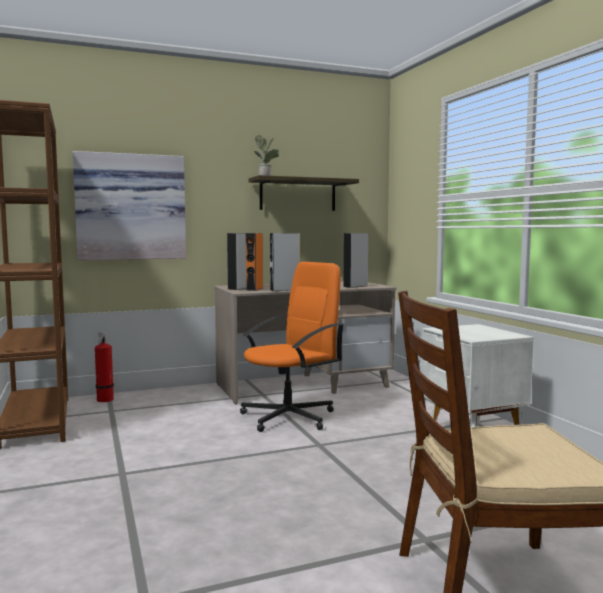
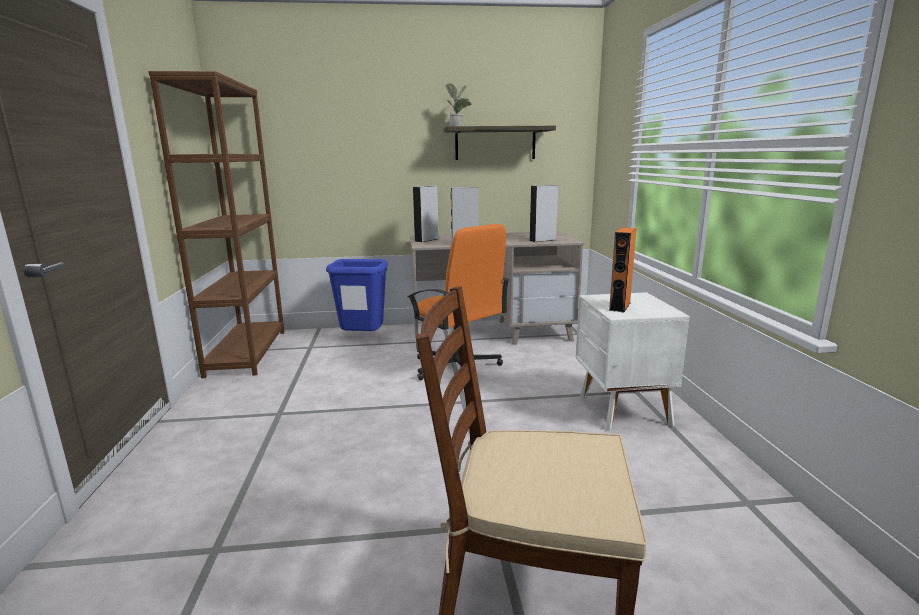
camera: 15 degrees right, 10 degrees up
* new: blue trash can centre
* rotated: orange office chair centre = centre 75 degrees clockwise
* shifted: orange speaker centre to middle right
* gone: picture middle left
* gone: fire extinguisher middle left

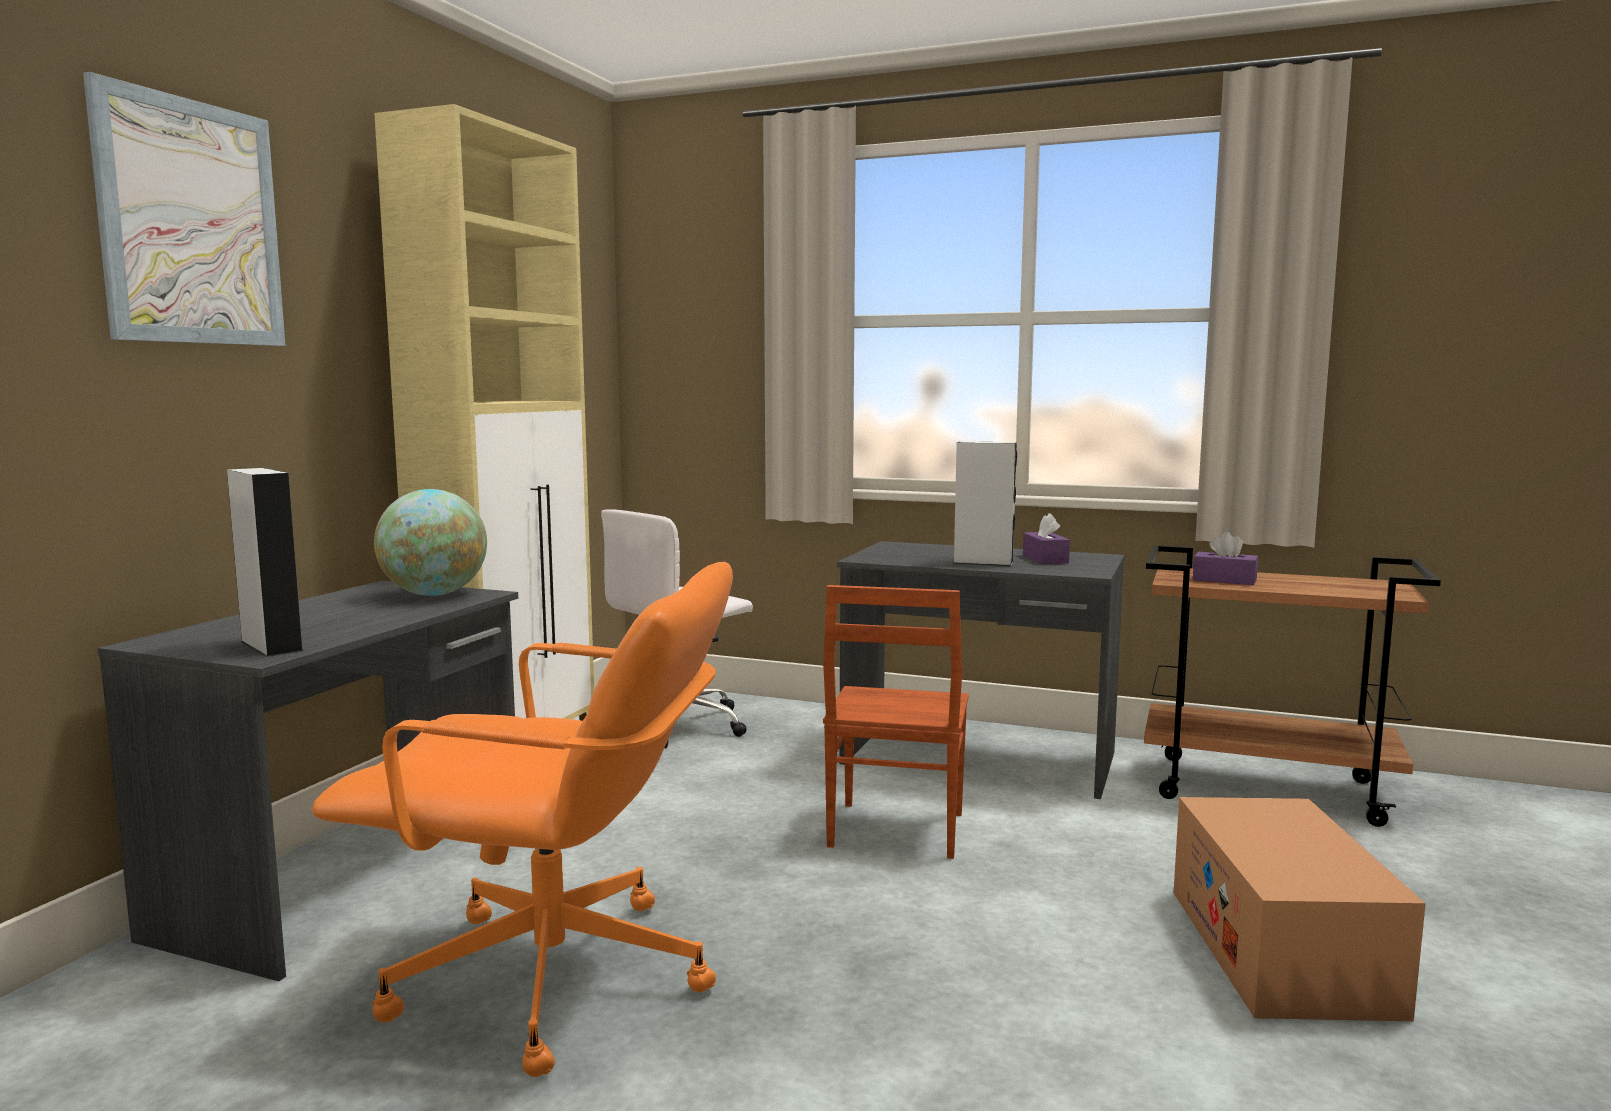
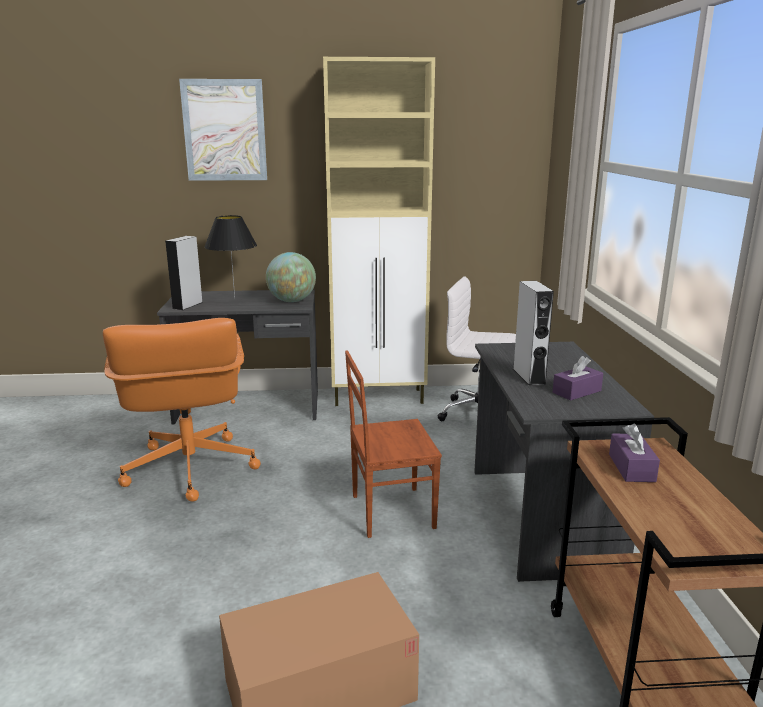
camera: 65 degrees right, 10 degrees up
* new: black table lamp middle left

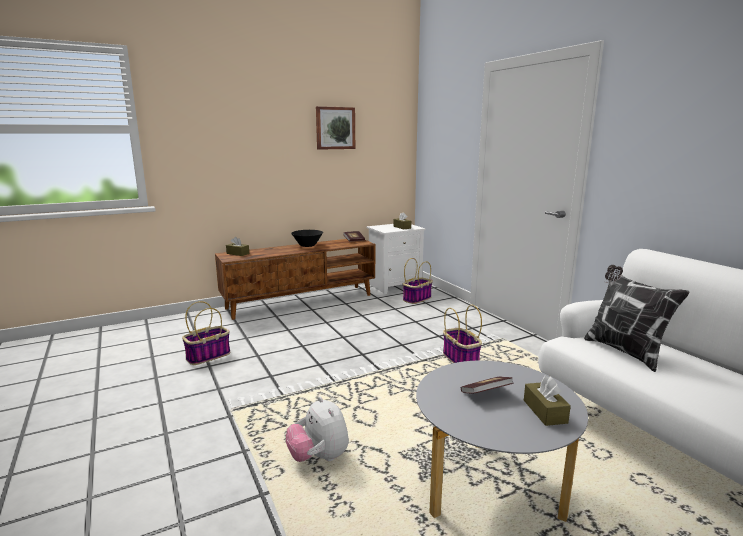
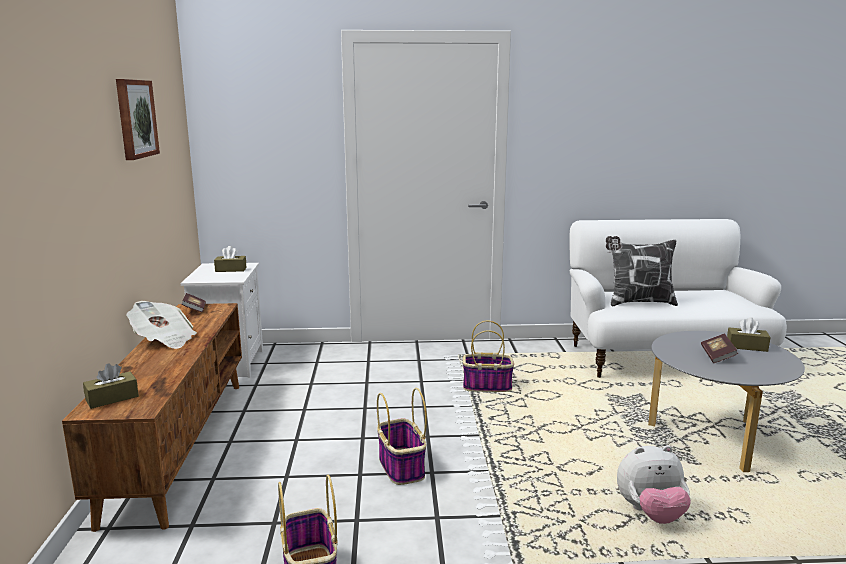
camera: 65 degrees left, 0 degrees up
* swapped: black bowl centre to newspaper middle left
* shifted: basket (no. 2 from left) centre to bottom centre

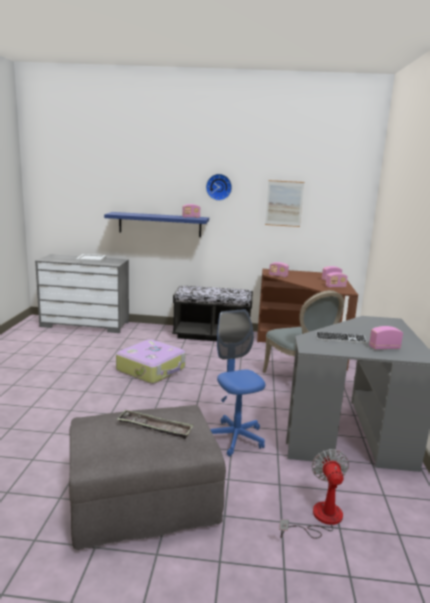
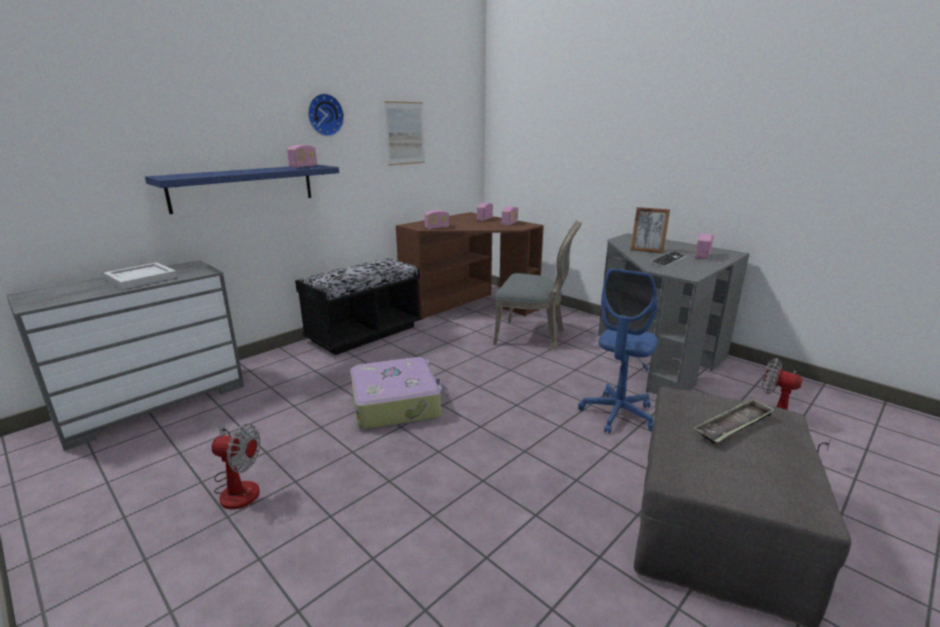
camera: 50 degrees left, 5 degrees up
* new: fan (no. 1 from left) bottom left
* rotated: blue office chair centre = centre 75 degrees counterclockwise
* new: picture frame middle right

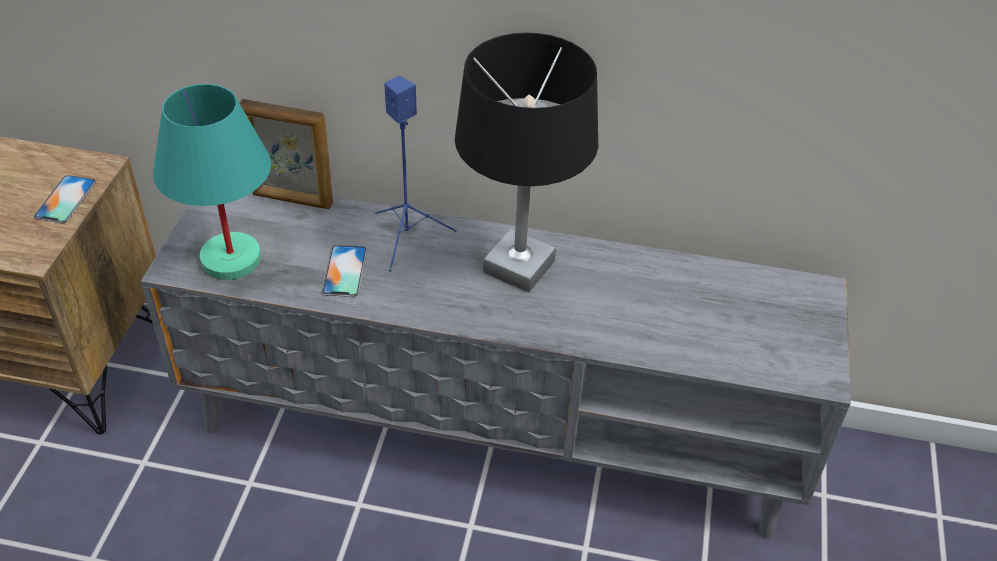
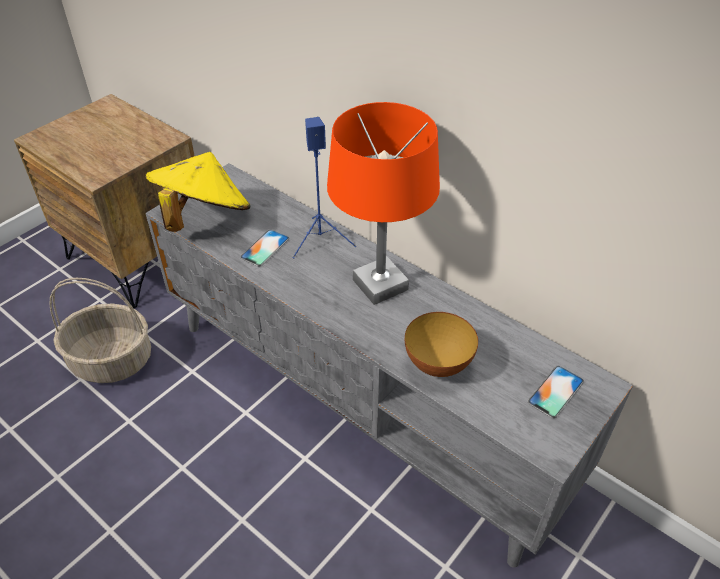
camera: 30 degrees right, 0 degrees up
* new: basket middle left
* swapped: turquoise table lamp top left to yellow hat top left
* repainted: black table lamp top centre to orange table lamp centre
* new: bowl centre
* shifted: phone (no. 1 from left in the first image) middle left to phone (no. 2 from left) bottom right
* gone: picture frame top left

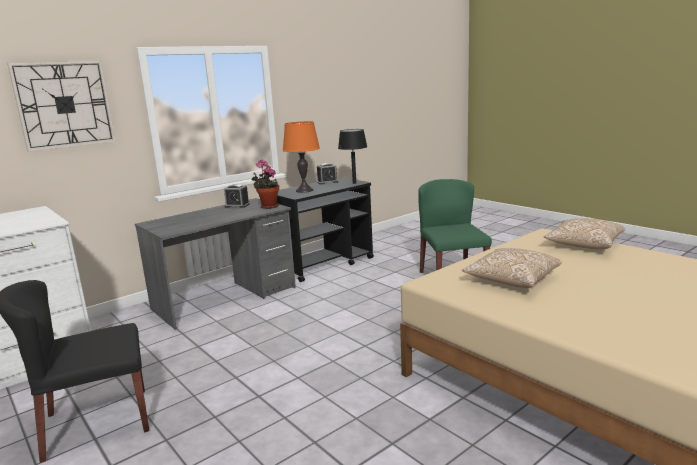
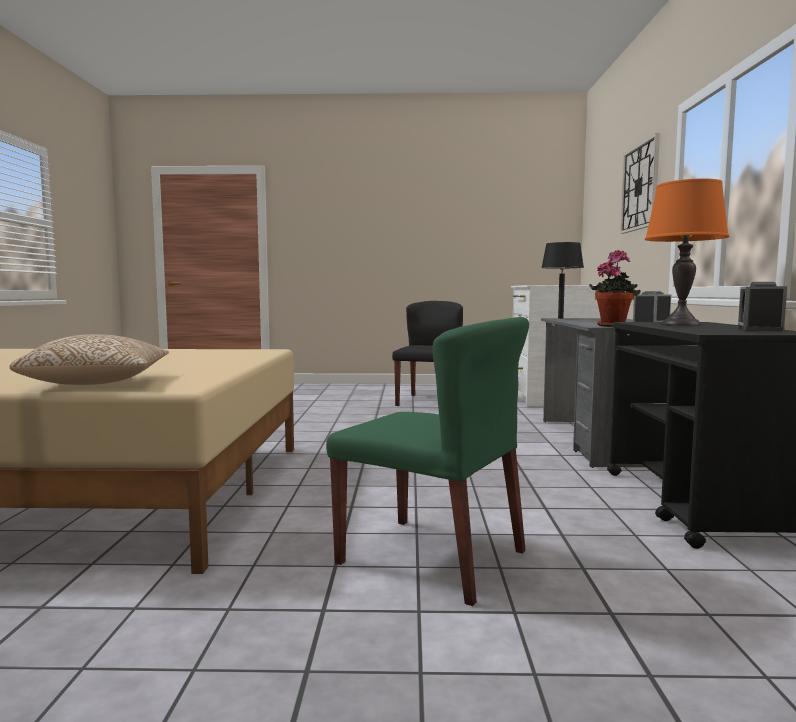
camera: 130 degrees right, 10 degrees down
* shifted: black table lamp centre to middle right
* gone: pillow (no. 1 from left) middle right

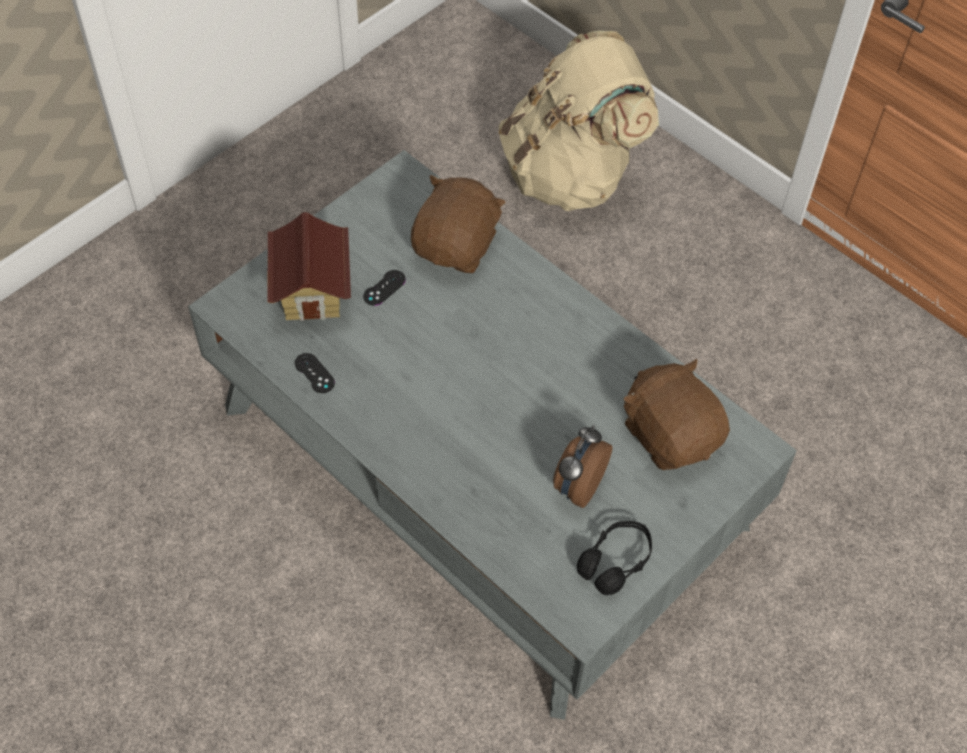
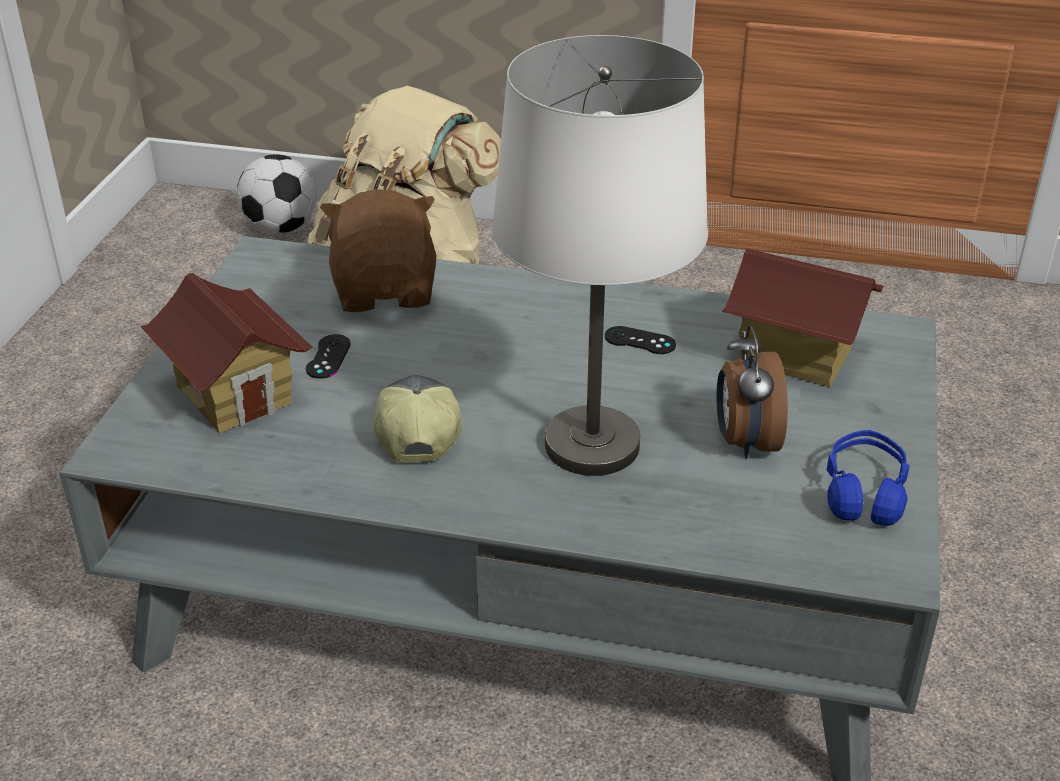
camera: 30 degrees left, 20 degrees down
* new: football top left
* new: cap centre
* new: white table lamp top centre
* shifted: black game controller (no. 1 from left in the first image) middle left to black game controller (no. 2 from left) centre
* swapped: brown plush toy (no. 2 from left) middle right to toy house (no. 2 from left) middle right
* repainted: black headphones bottom centre to blue headphones middle right

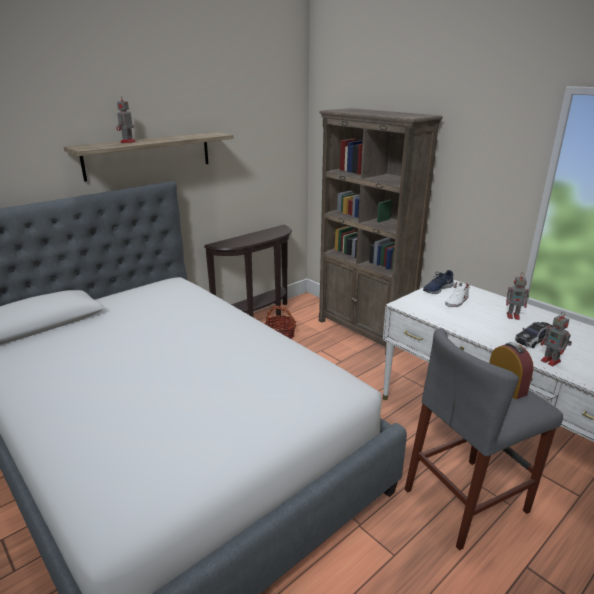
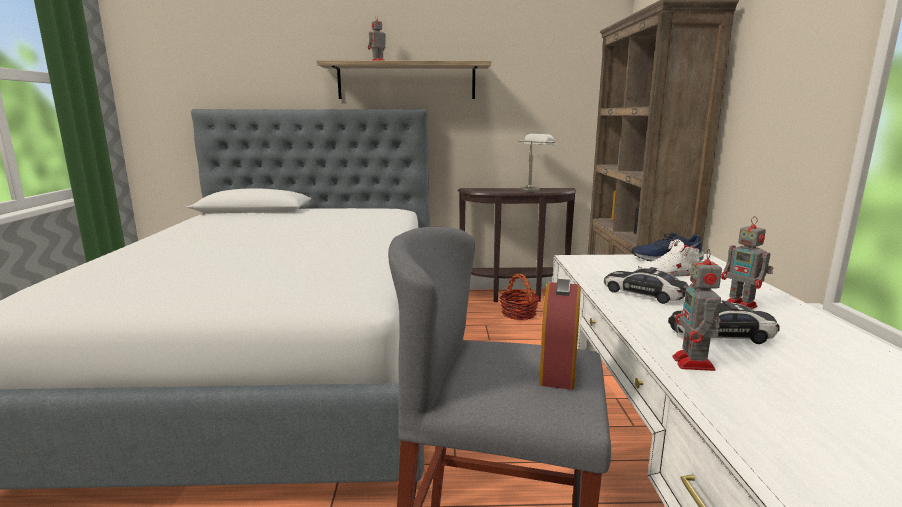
camera: 40 degrees right, 10 degrees down
* new: grey table lamp top centre
* new: toy car (no. 1 from left) middle right

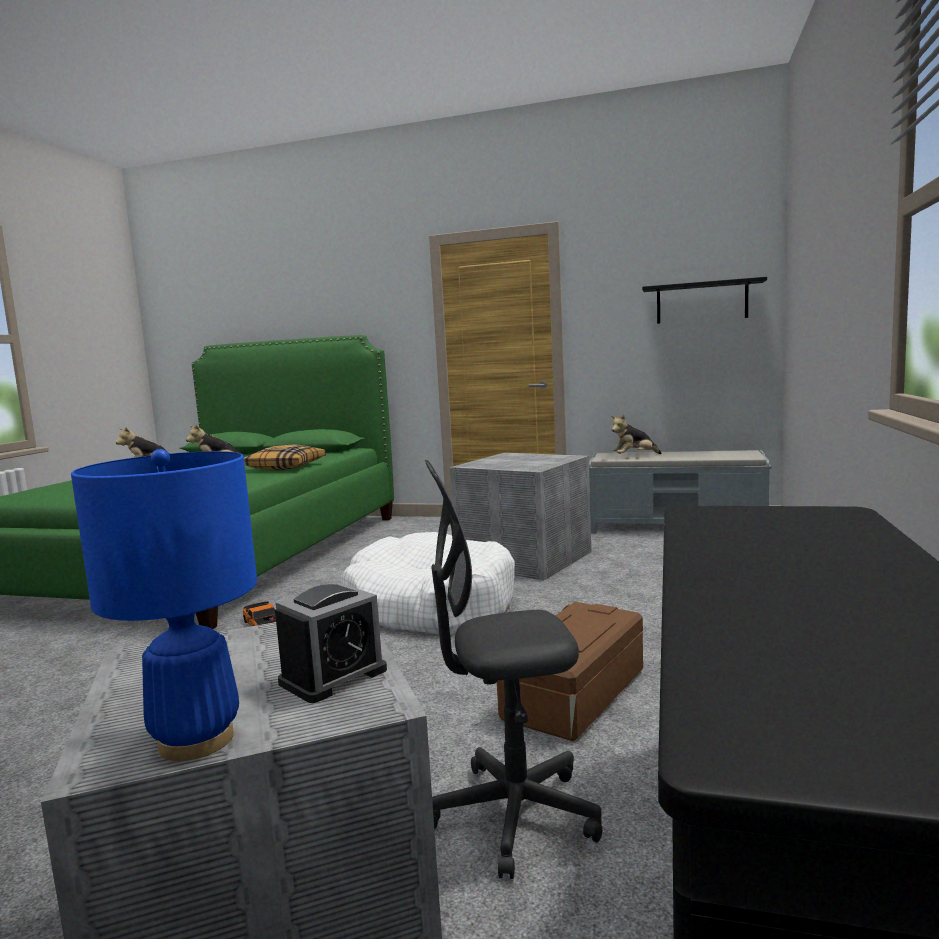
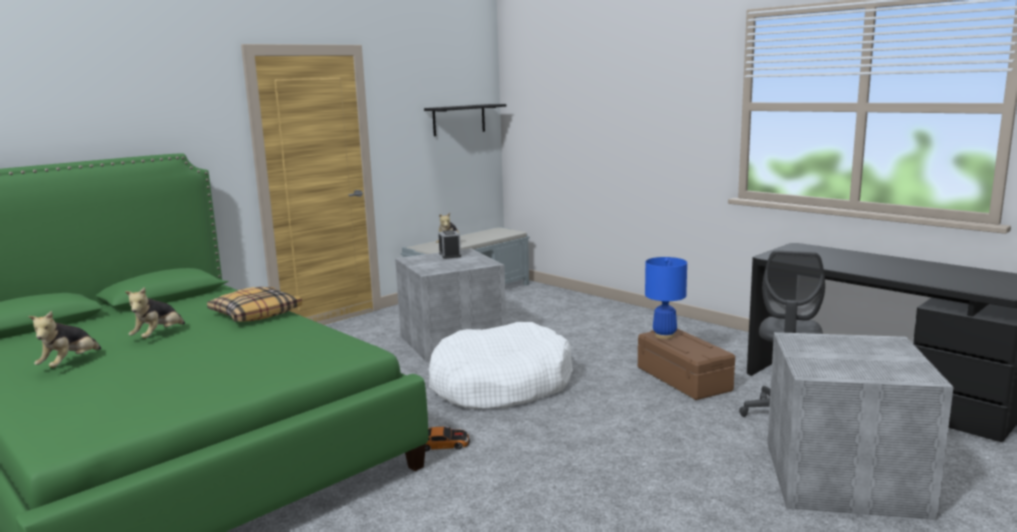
camera: 60 degrees left, 5 degrees up
* shifted: alarm clock bottom centre to centre
* shifted: blue table lamp middle left to centre

